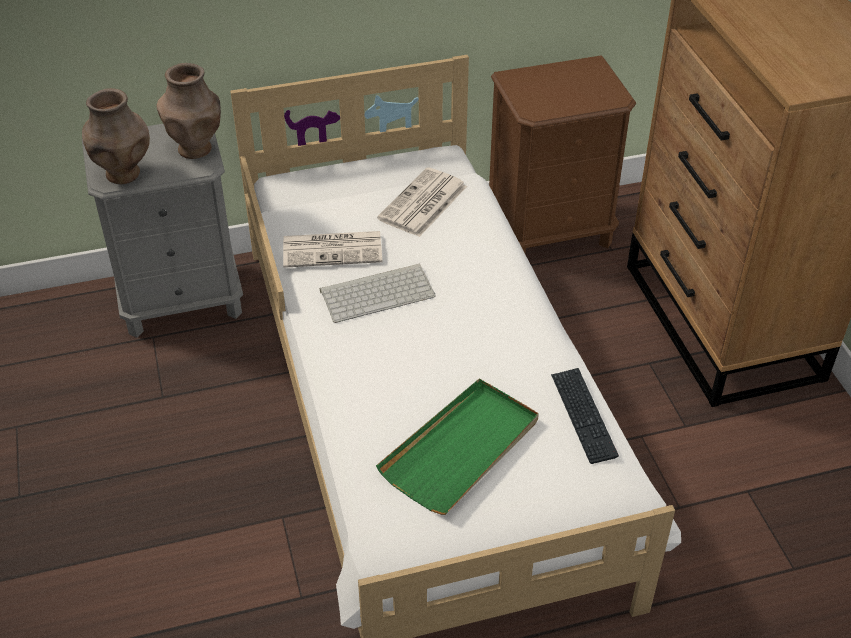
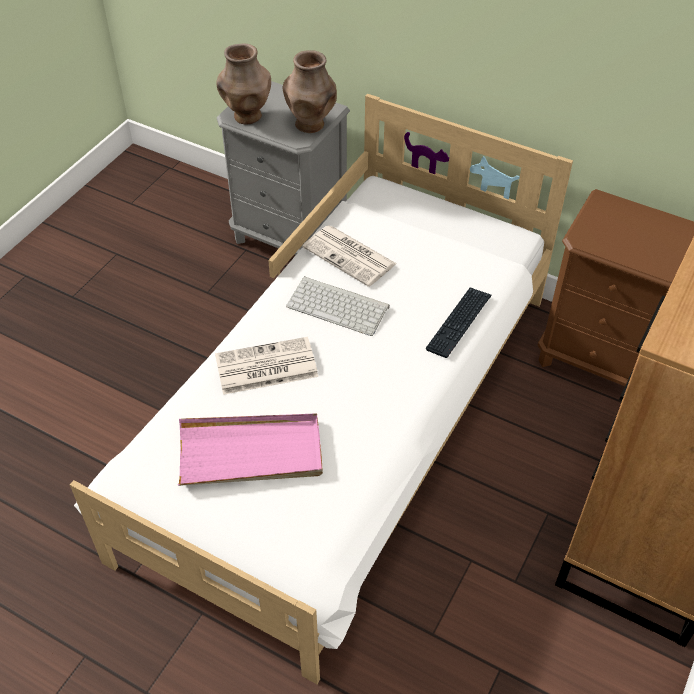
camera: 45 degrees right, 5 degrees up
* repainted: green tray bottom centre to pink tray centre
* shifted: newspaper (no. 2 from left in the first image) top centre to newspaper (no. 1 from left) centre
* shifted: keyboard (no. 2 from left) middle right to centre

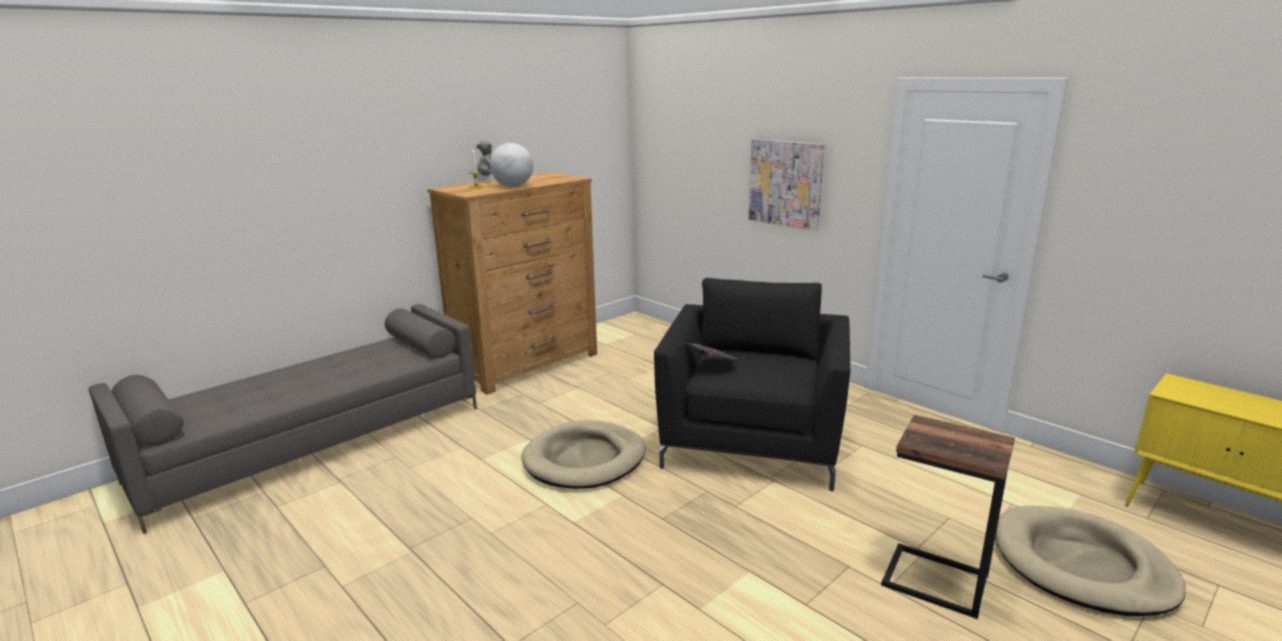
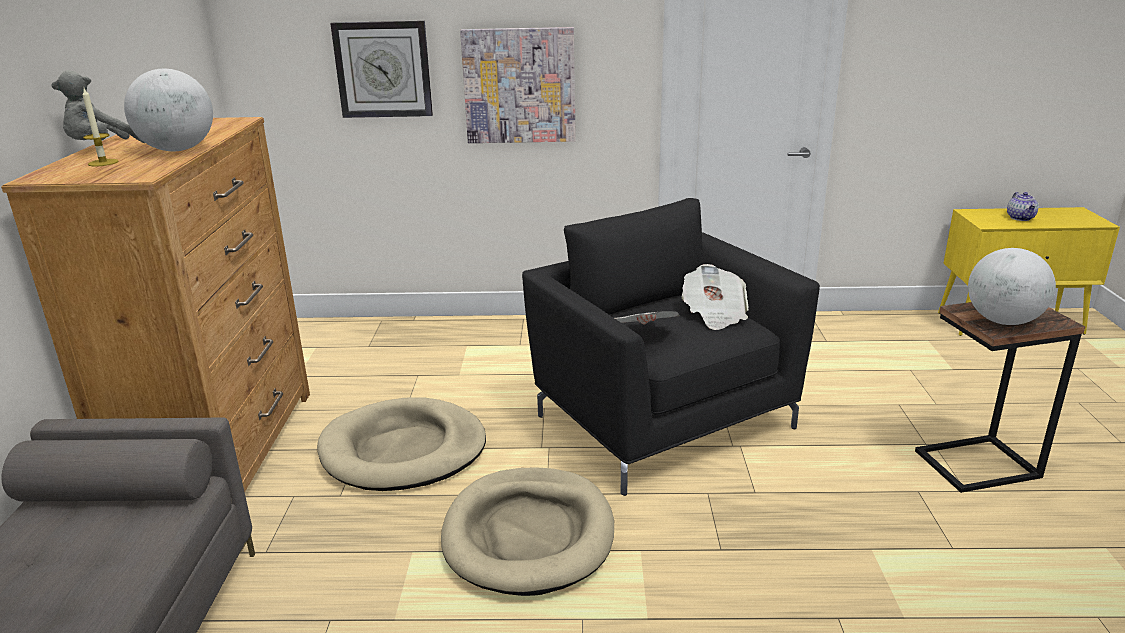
camera: 45 degrees left, 5 degrees up
* shifted: beige dog bed (no. 2 from left in the first image) bottom right to beige dog bed (no. 1 from left) bottom centre
* new: wall clock top centre
* new: newspaper (no. 2 from left) centre
* new: globe (no. 2 from left) middle right
* new: teapot top right

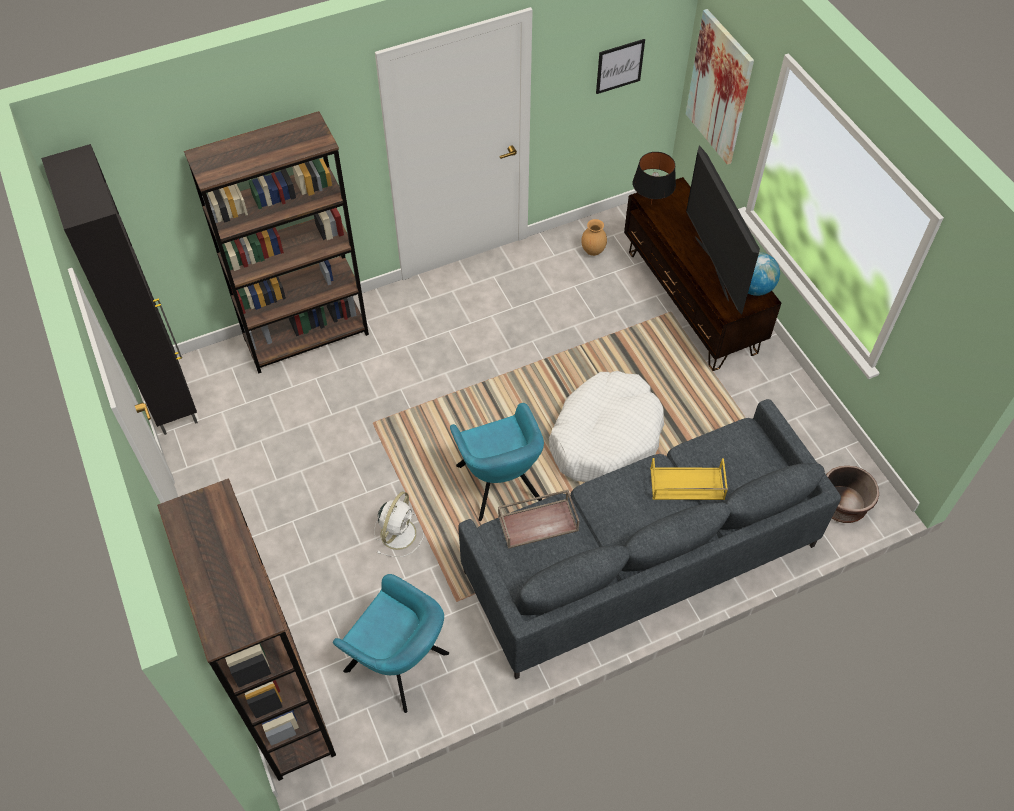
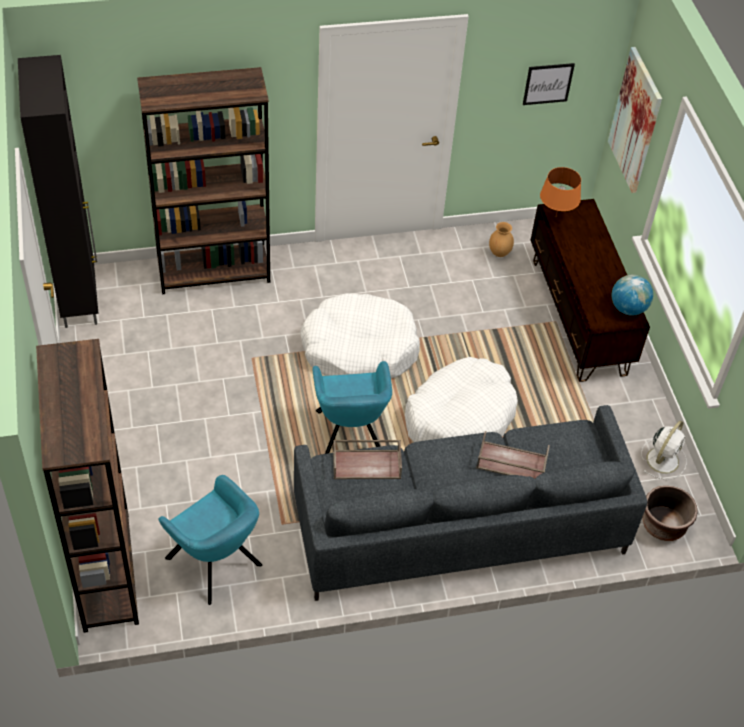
camera: 10 degrees right, 5 degrees down
* new: white dog bed (no. 1 from left) centre
* repainted: yellow tray middle right to brown tray (no. 2 from left) middle right
* repainted: black table lamp top centre to orange table lamp top right
* shifted: white fan centre to middle right
* gone: television top right

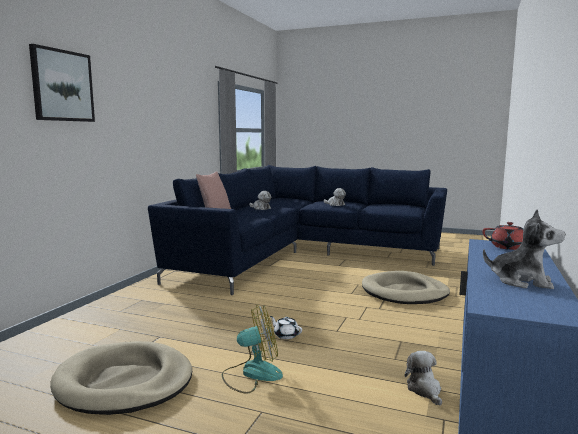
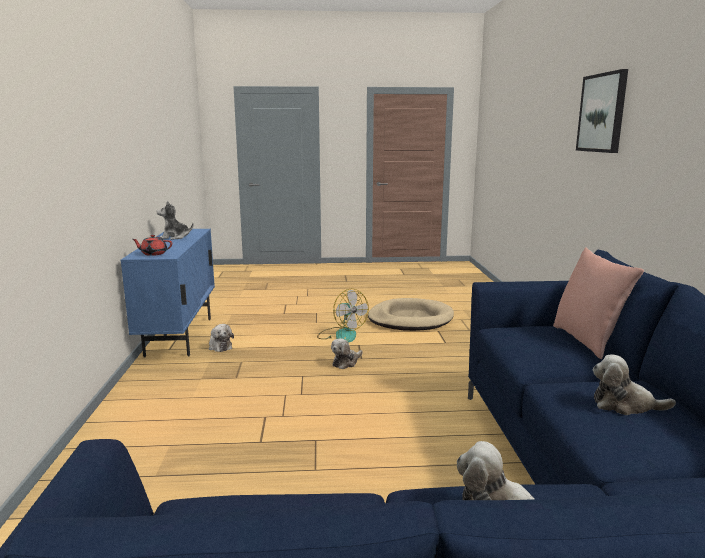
camera: 155 degrees right, 5 degrees up
* rotated: fan bottom centre = centre 90 degrees counterclockwise
* swapped: white teapot bottom centre to plush toy (no. 3 from left) centre
* gone: beige dog bed (no. 2 from left) middle right

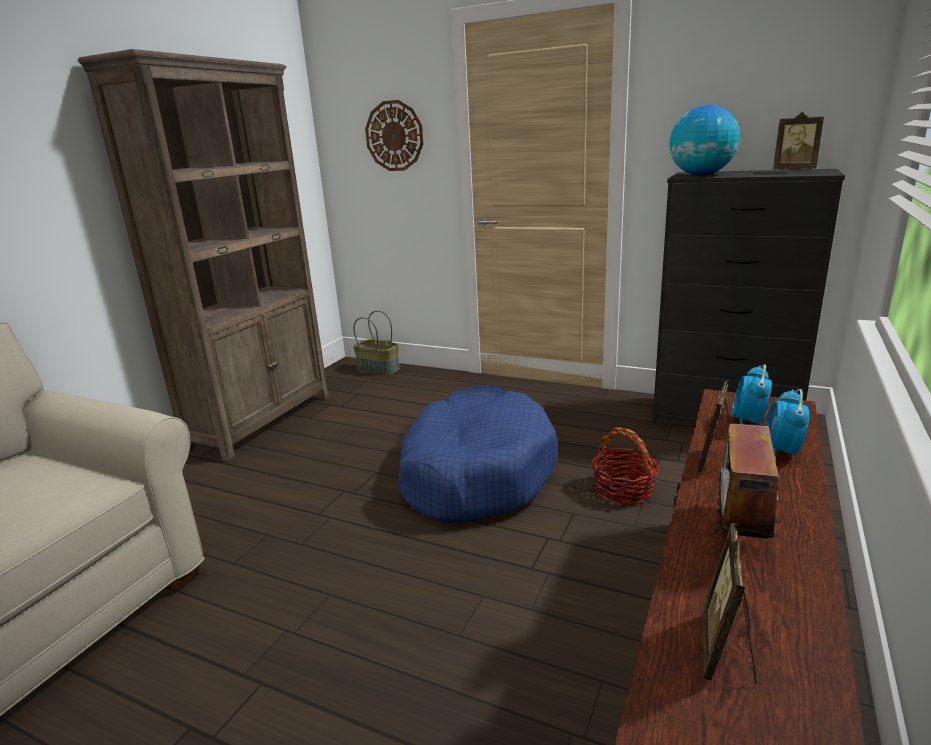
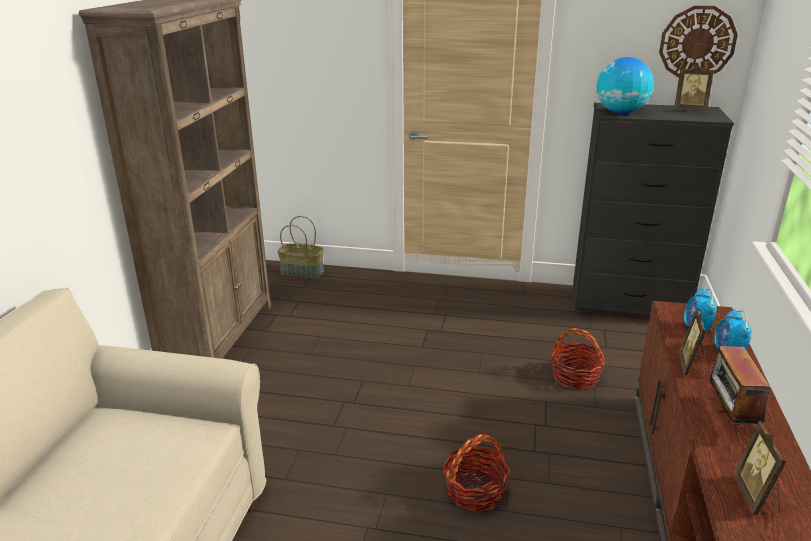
camera: 15 degrees left, 5 degrees up
* new: basket (no. 2 from left) bottom centre
* shifted: wall clock top centre to top right
* gone: blue dog bed centre

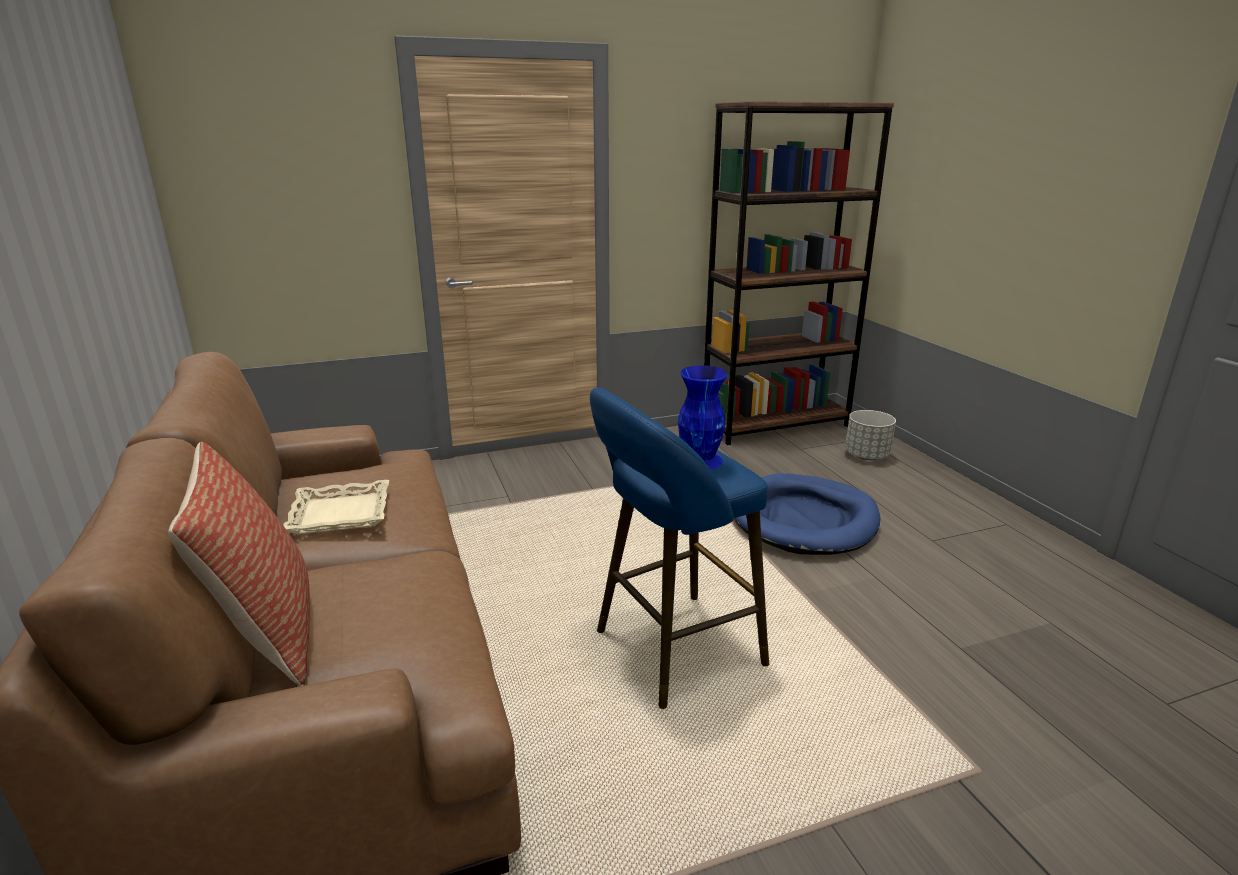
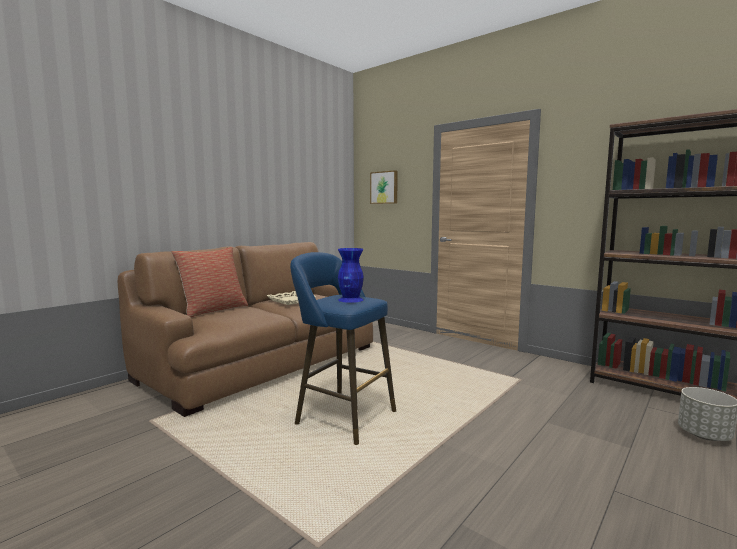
camera: 60 degrees right, 15 degrees down
* new: picture centre
* gone: blue dog bed centre

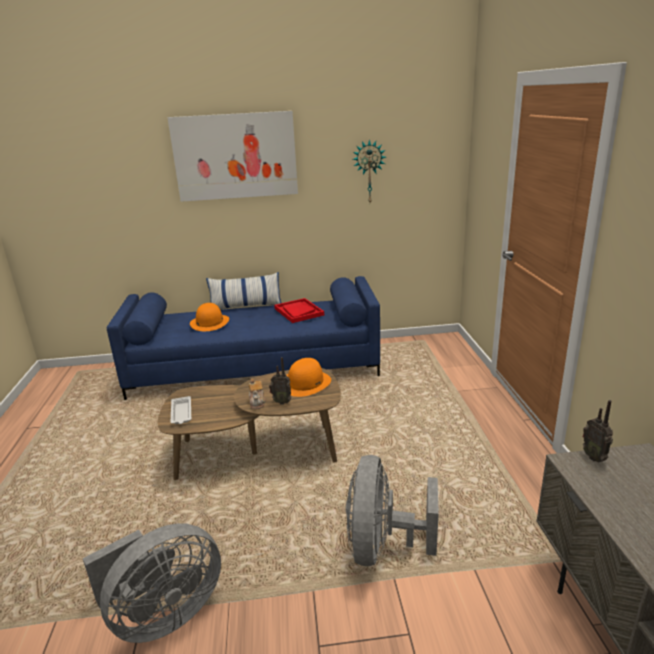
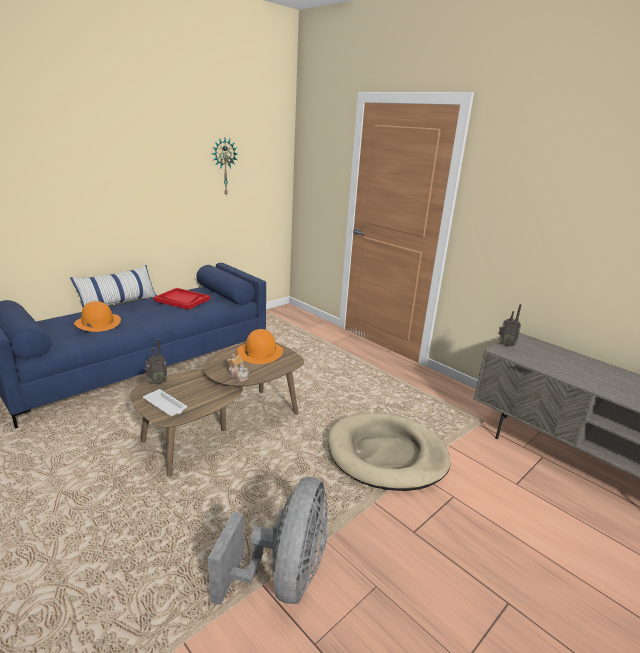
camera: 40 degrees left, 0 degrees up
* shifted: radio (no. 1 from left) centre to middle left
* swapped: grey fan (no. 2 from left) bottom centre to beige dog bed bottom centre
* gone: picture top centre

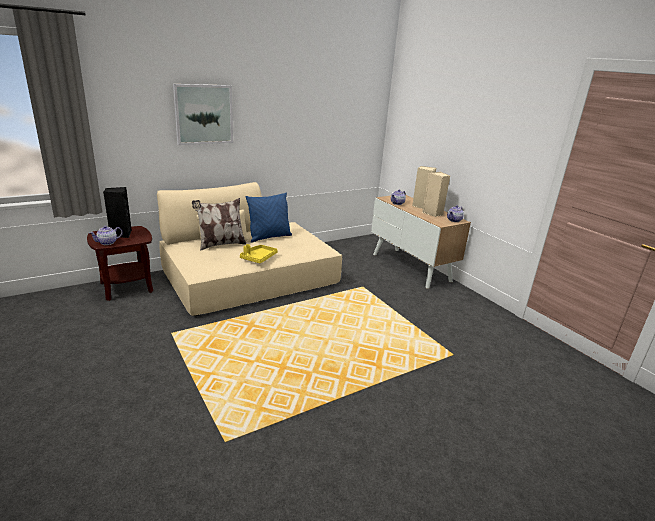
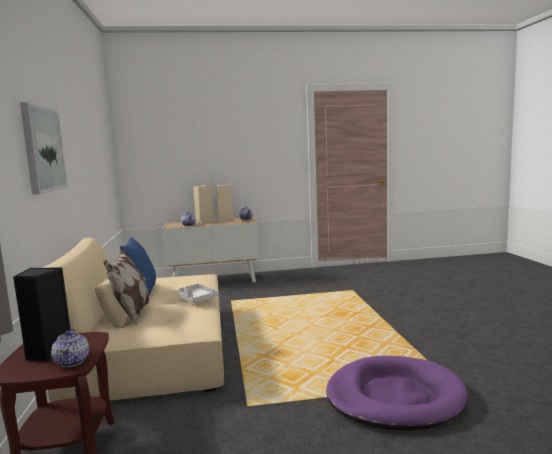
camera: 65 degrees left, 15 degrees down
* repainted: yellow tray centre to grey tray centre
* new: purple dog bed bottom right

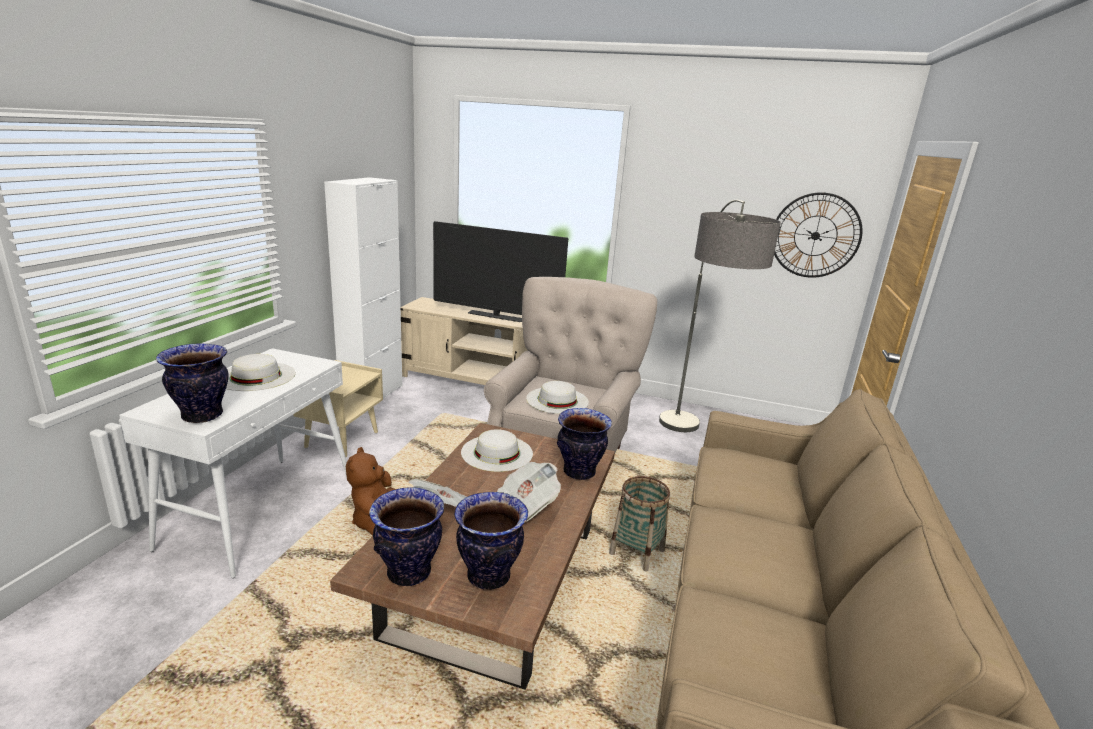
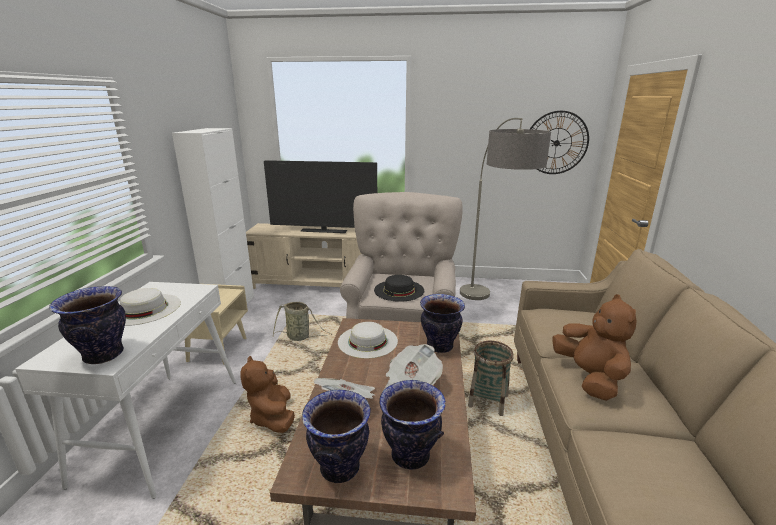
camera: 10 degrees left, 0 degrees up
* new: basket (no. 1 from left) centre
* repainted: white hat (no. 3 from left) centre to black hat centre
* new: brown plush toy (no. 2 from left) middle right

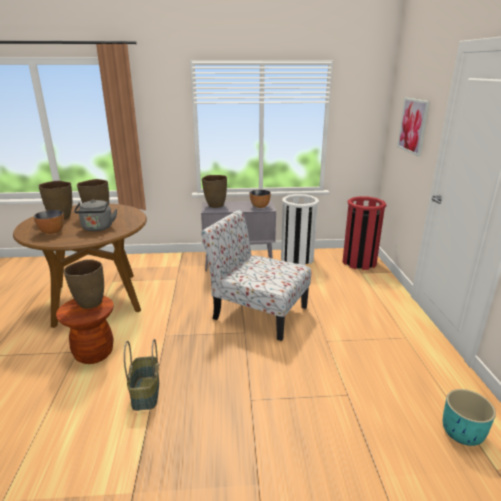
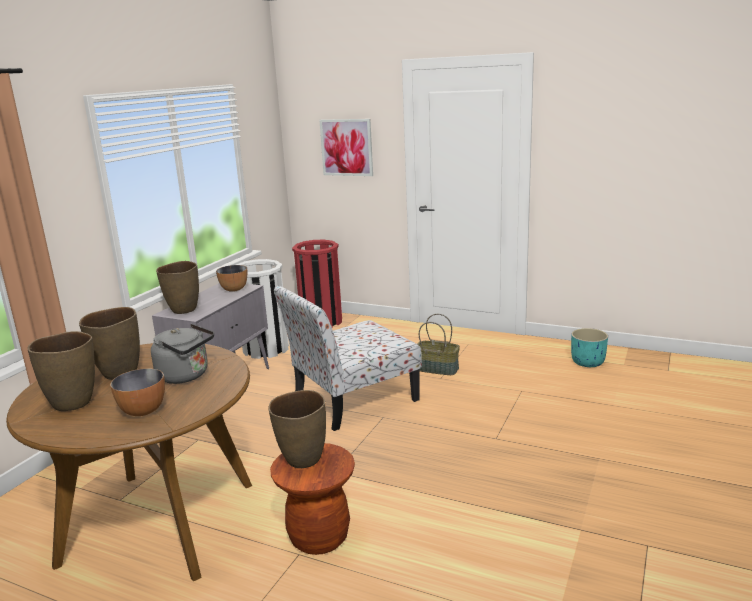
camera: 60 degrees left, 5 degrees down
* shifted: basket bottom left to centre

